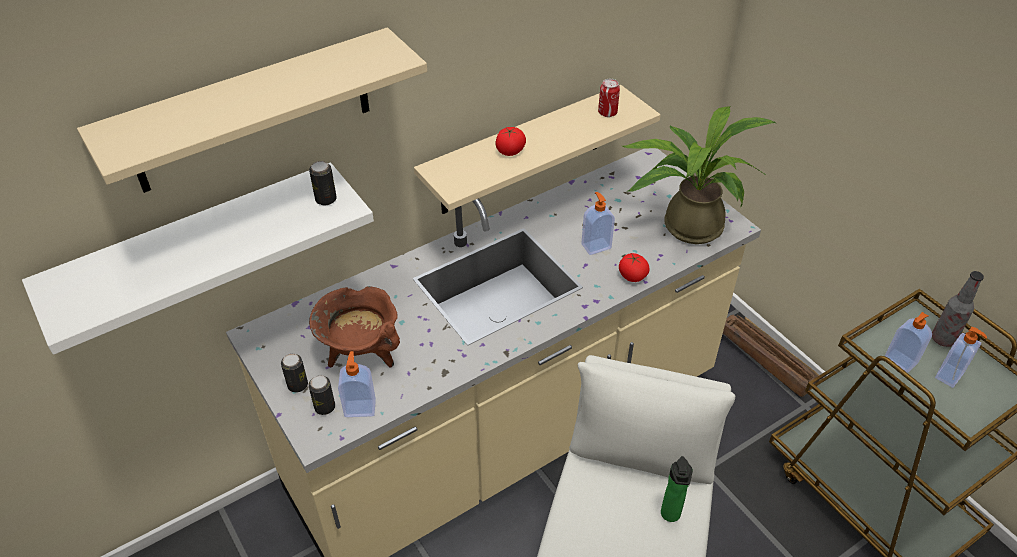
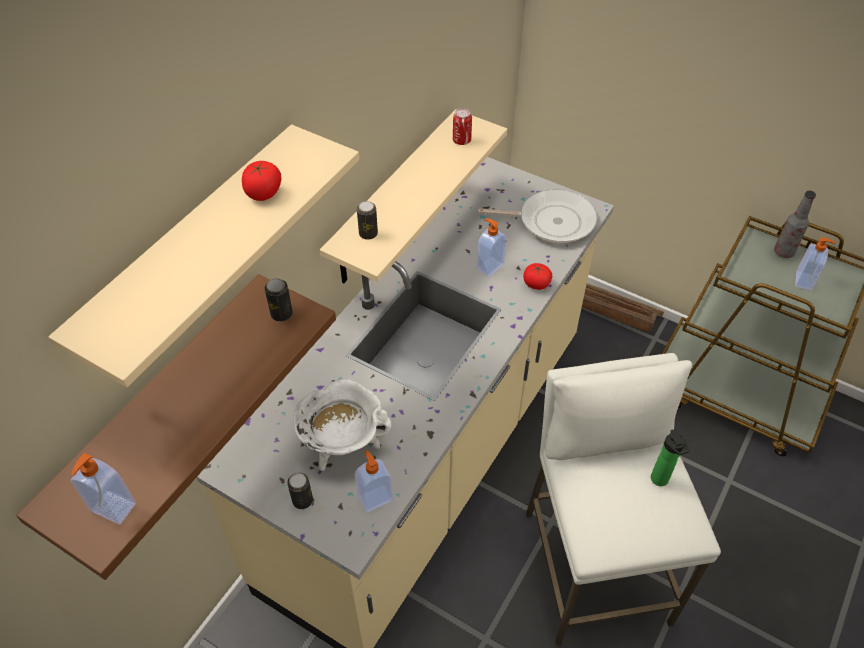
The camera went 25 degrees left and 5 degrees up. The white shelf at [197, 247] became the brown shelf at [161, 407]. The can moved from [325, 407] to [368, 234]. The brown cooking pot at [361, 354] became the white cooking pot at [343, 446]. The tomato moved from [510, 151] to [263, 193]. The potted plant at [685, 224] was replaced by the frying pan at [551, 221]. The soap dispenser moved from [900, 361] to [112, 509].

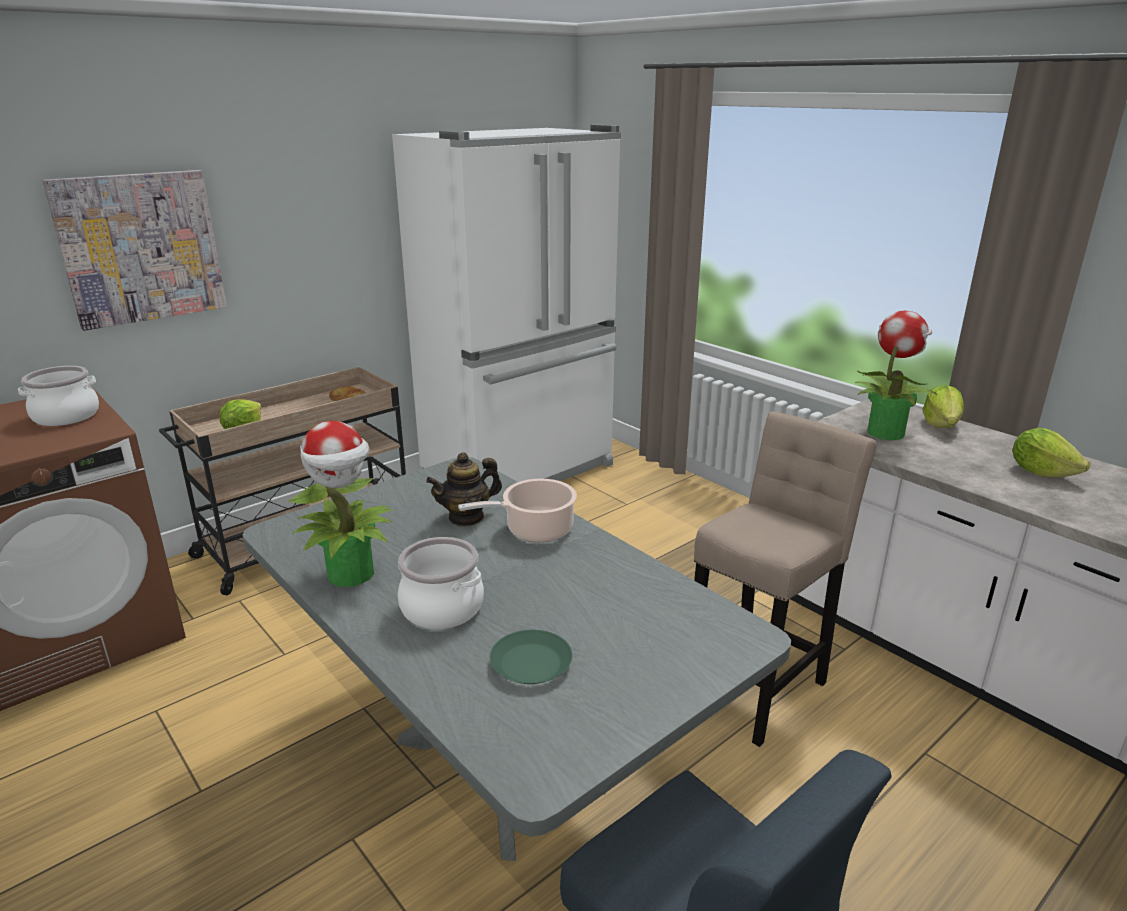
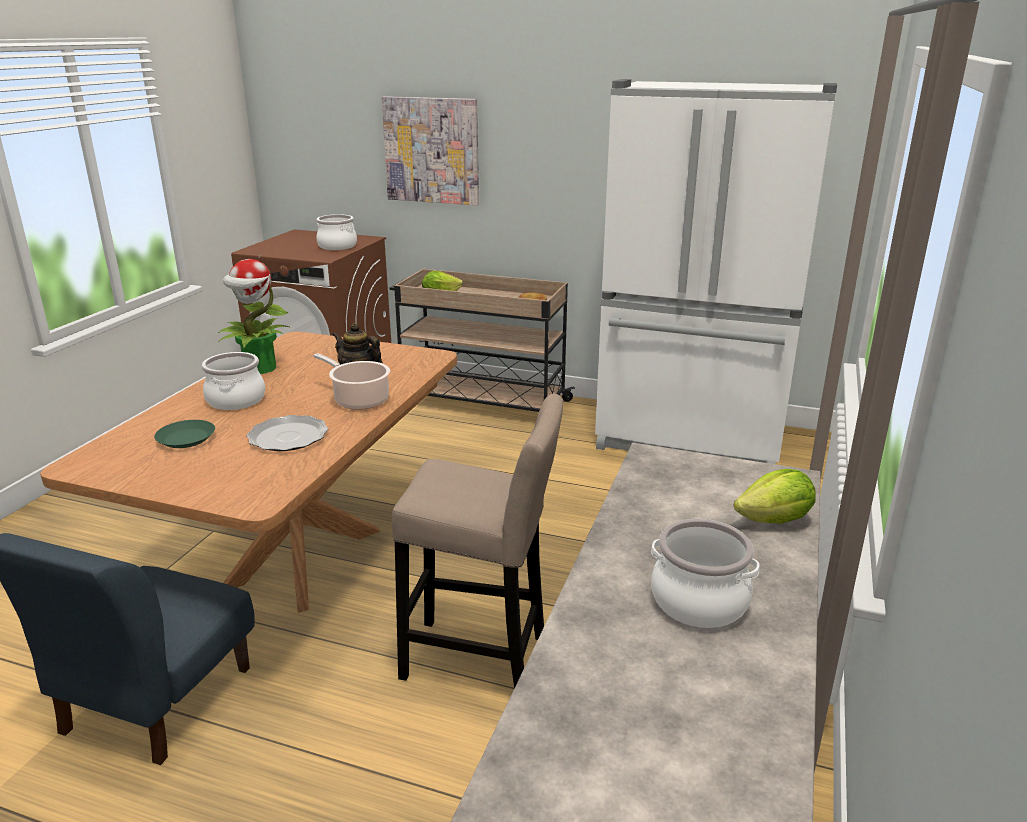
The camera went 60 degrees right and 0 degrees up. The grey dining table at [497, 765] became the brown dining table at [301, 558]. The potted plant at [885, 432] disappeared. The lettuce at [1041, 472] was replaced by the cooking pot at [699, 601]. The plate at [289, 437] appeared.

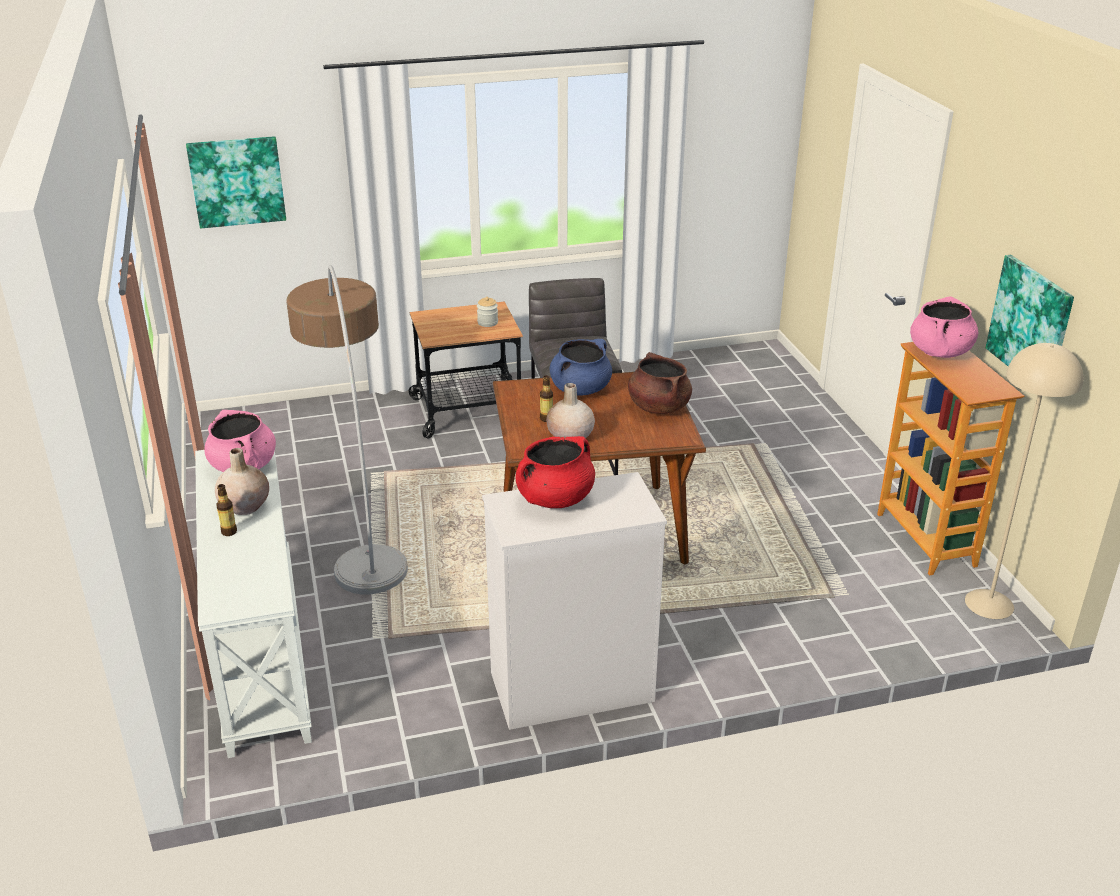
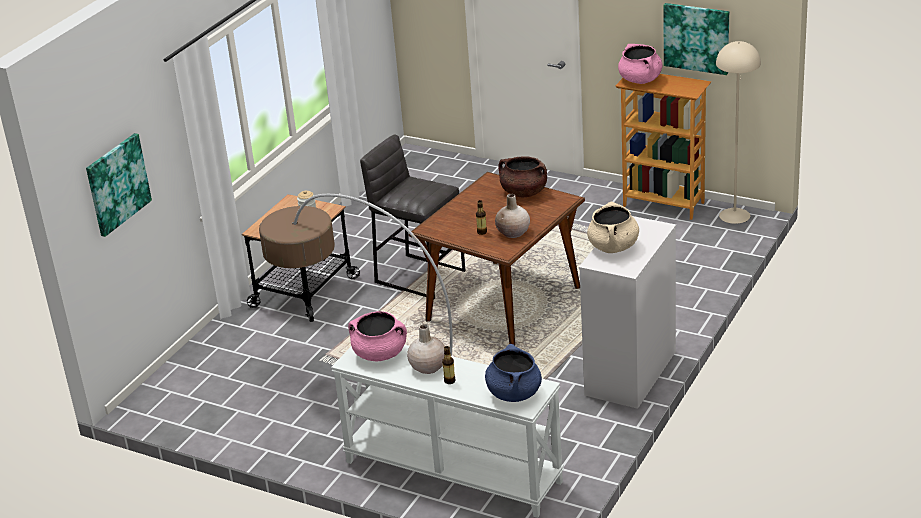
The camera went 45 degrees left and 0 degrees up. The red cooking pot at [555, 499] became the beige cooking pot at [613, 247]. The blue cooking pot moved from [580, 389] to [514, 393].

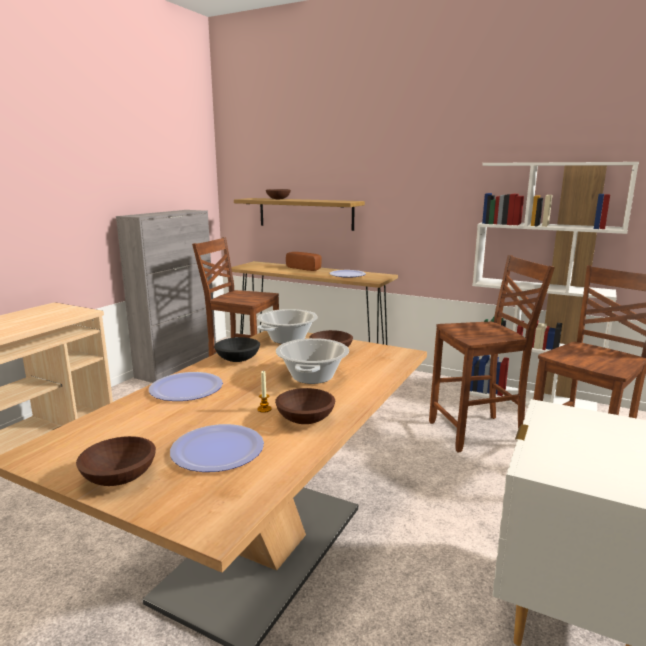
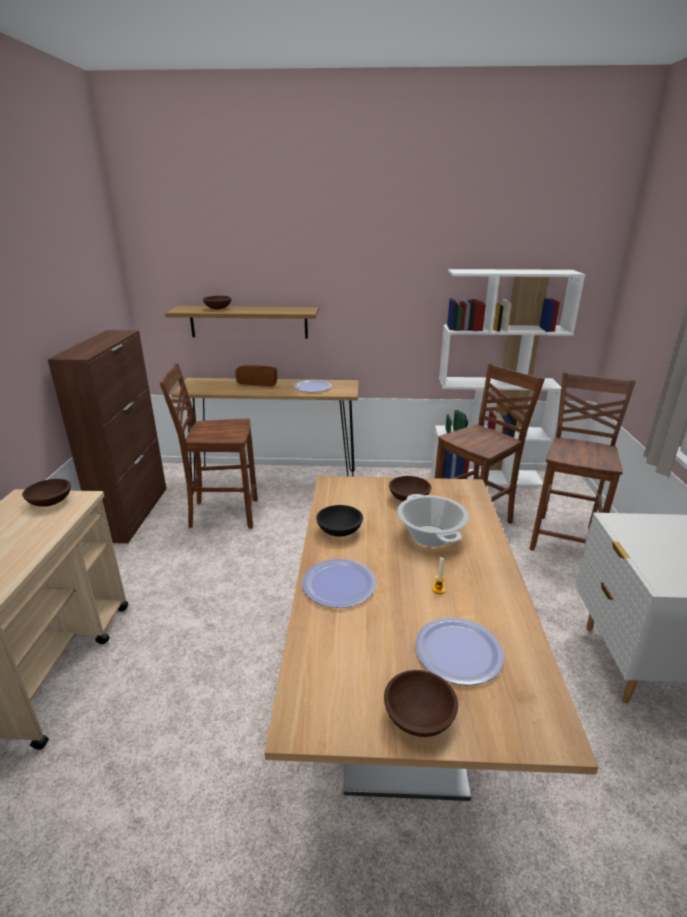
The camera went 25 degrees left and 10 degrees up. The grey cabinet at [178, 365] became the brown cabinet at [134, 513]. The cooking pot at [288, 339] disappeared. The brown bowl moved from [304, 419] to [49, 502].

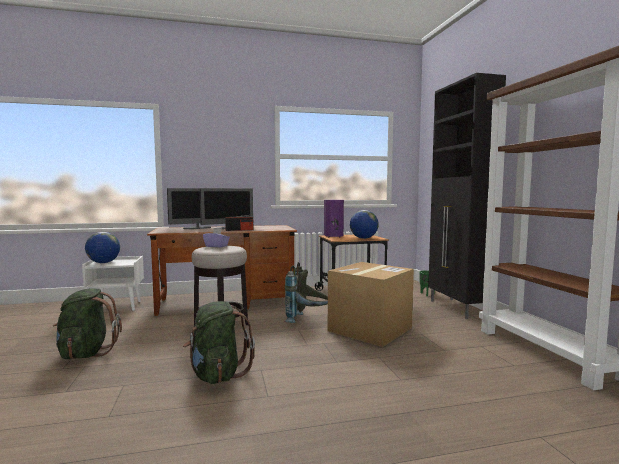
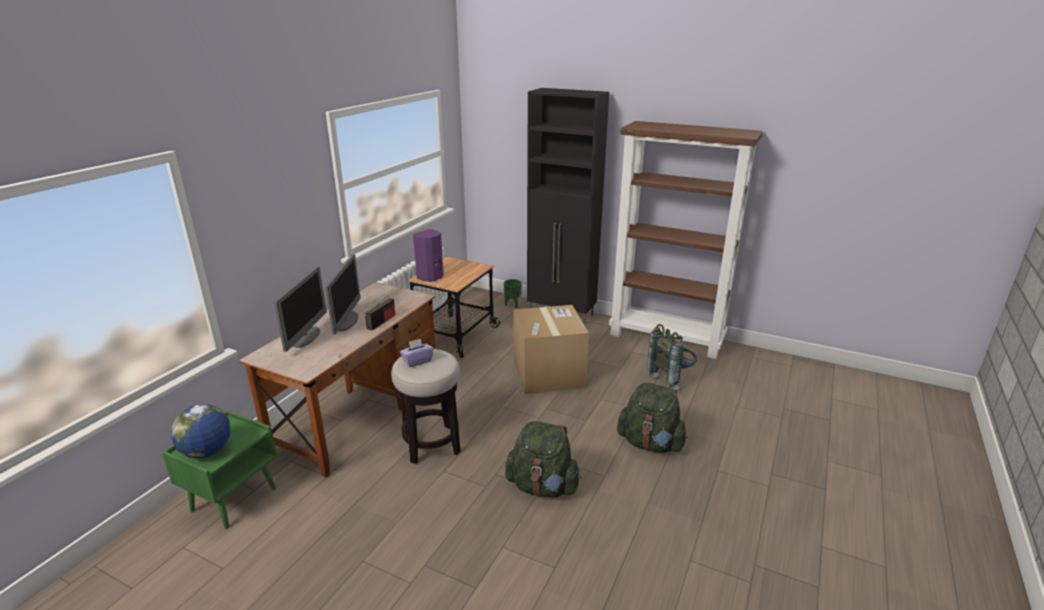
The camera went 50 degrees left and 20 degrees up. The green backpack moved from [86, 353] to [650, 443]. The white nightstand at [117, 307] became the green nightstand at [234, 499]. The grey backpack moved from [308, 320] to [671, 378]. The globe at [363, 238] disappeared.

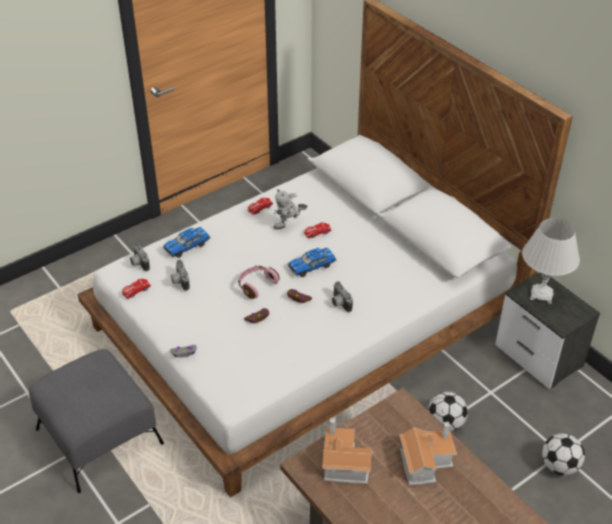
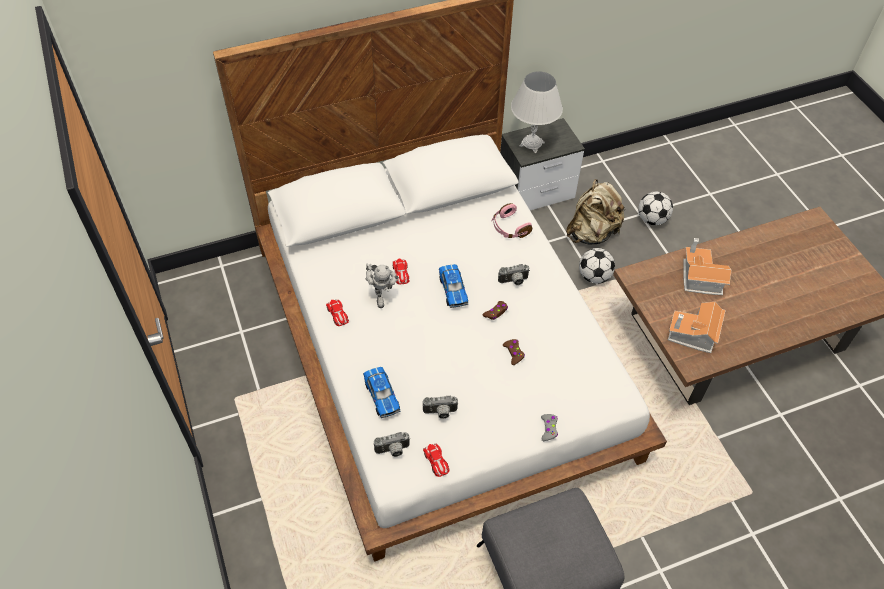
The camera went 75 degrees left and 10 degrees up. The pink headphones moved from [256, 285] to [509, 228]. The beige backpack at [591, 233] appeared.

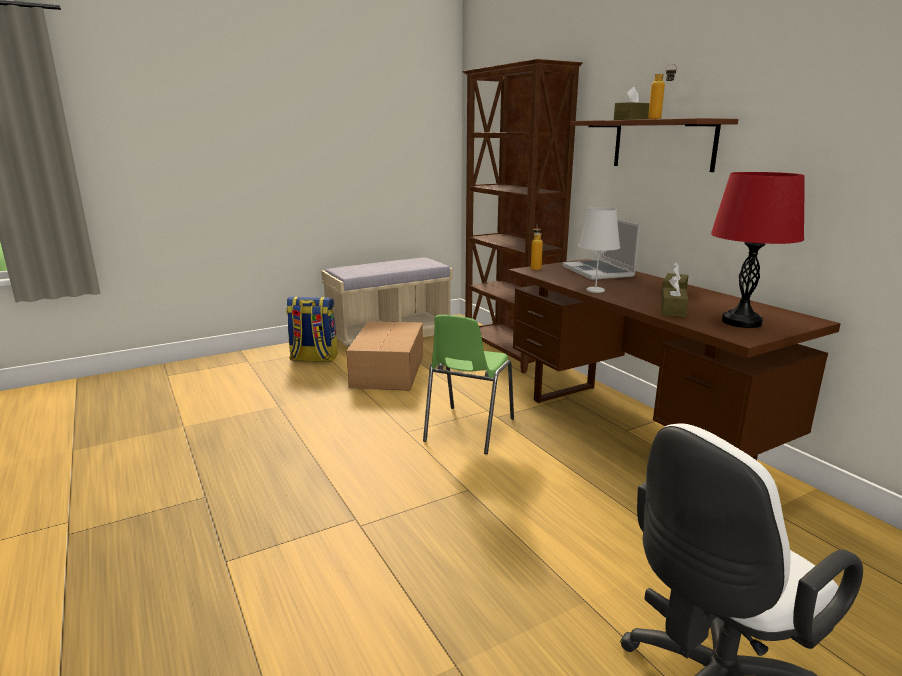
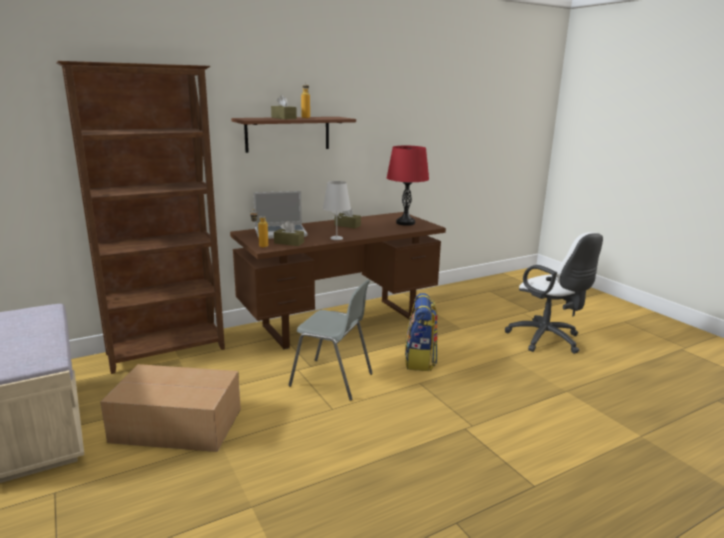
The camera went 90 degrees left and 0 degrees up. The backpack moved from [313, 358] to [420, 360]. The green chair at [468, 430] became the grey chair at [332, 380]. The brown tissue box moved from [673, 310] to [289, 243].

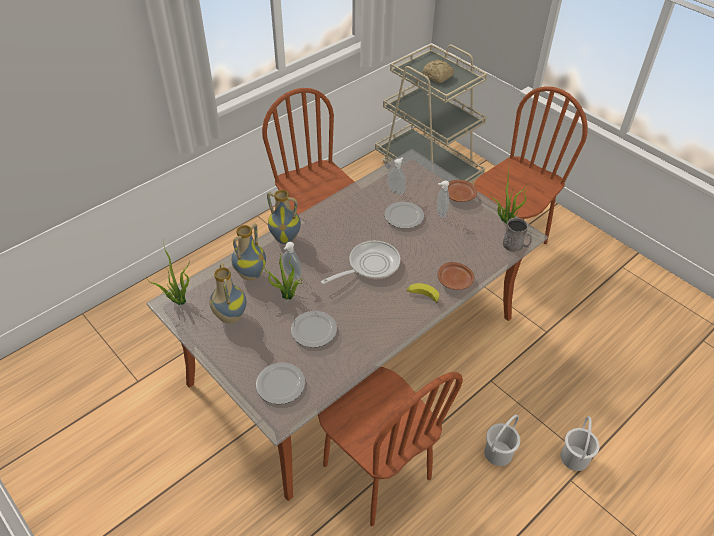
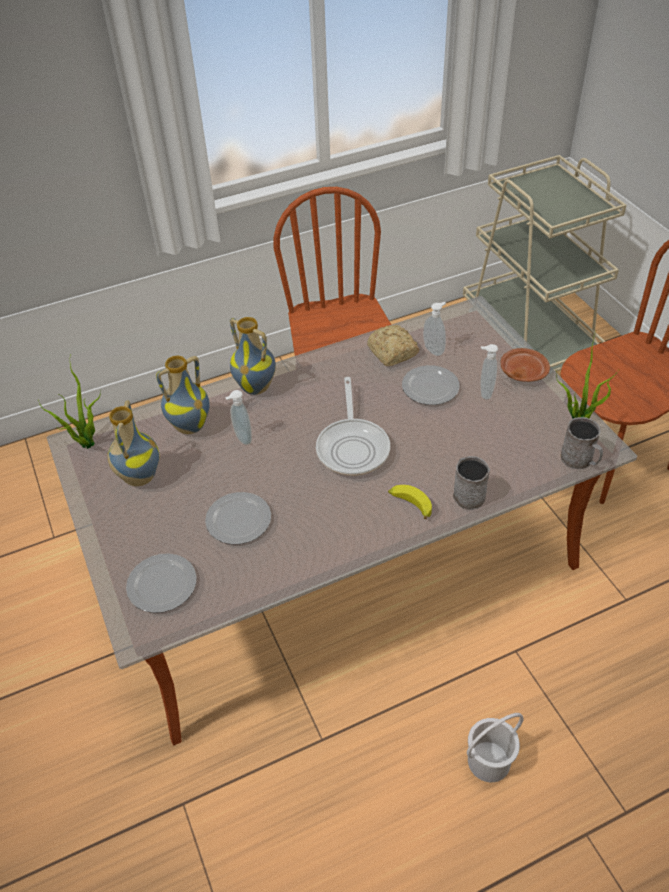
The camera went 20 degrees right and 0 degrees up. The potted plant at [287, 297] disappeared. The brown chair at [376, 472] disappeared. The frying pan at [369, 265] turned 105 degrees clockwise. The bread moved from [437, 76] to [392, 353]. The brown plate at [455, 281] was replaced by the grey mug at [466, 493]. The white bucket at [575, 457] disappeared.

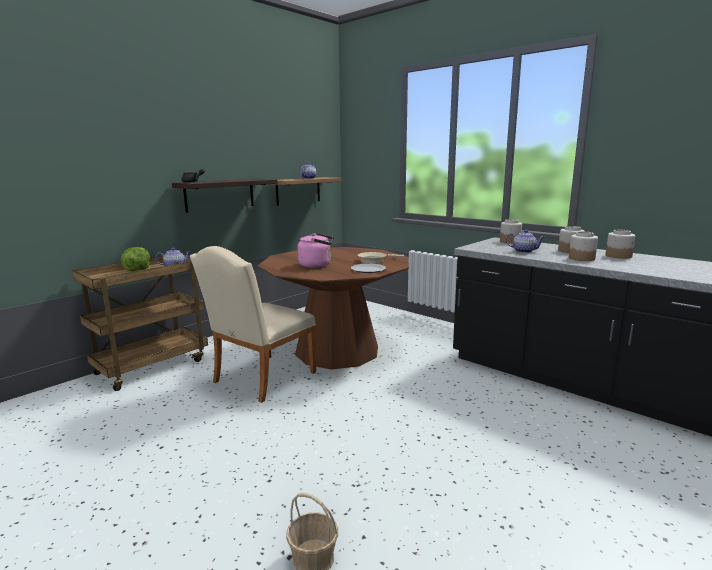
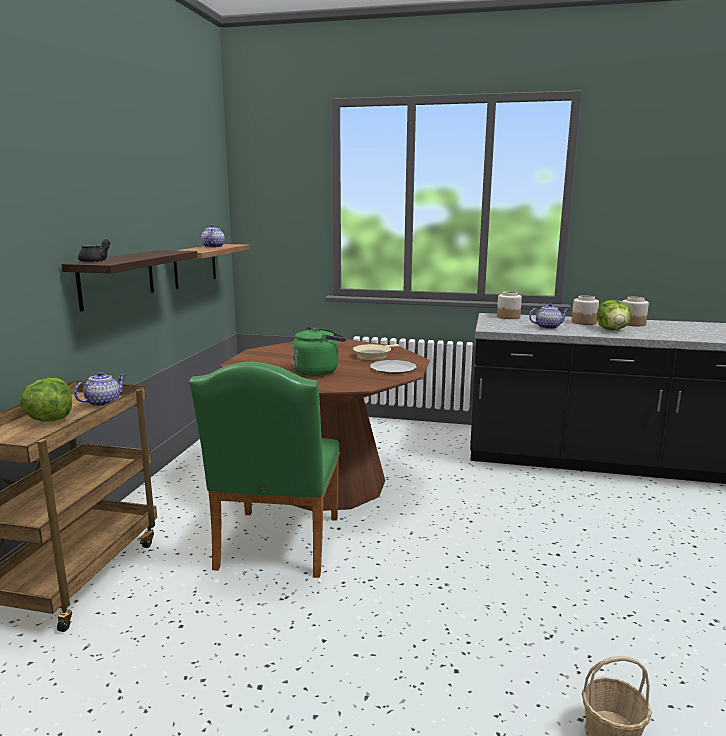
The camera went 30 degrees left and 0 degrees up. The beige chair at [259, 379] became the green chair at [276, 547]. The pink kettle at [317, 265] became the green kettle at [318, 371]. The jar at [582, 258] was replaced by the lettuce at [612, 330].

